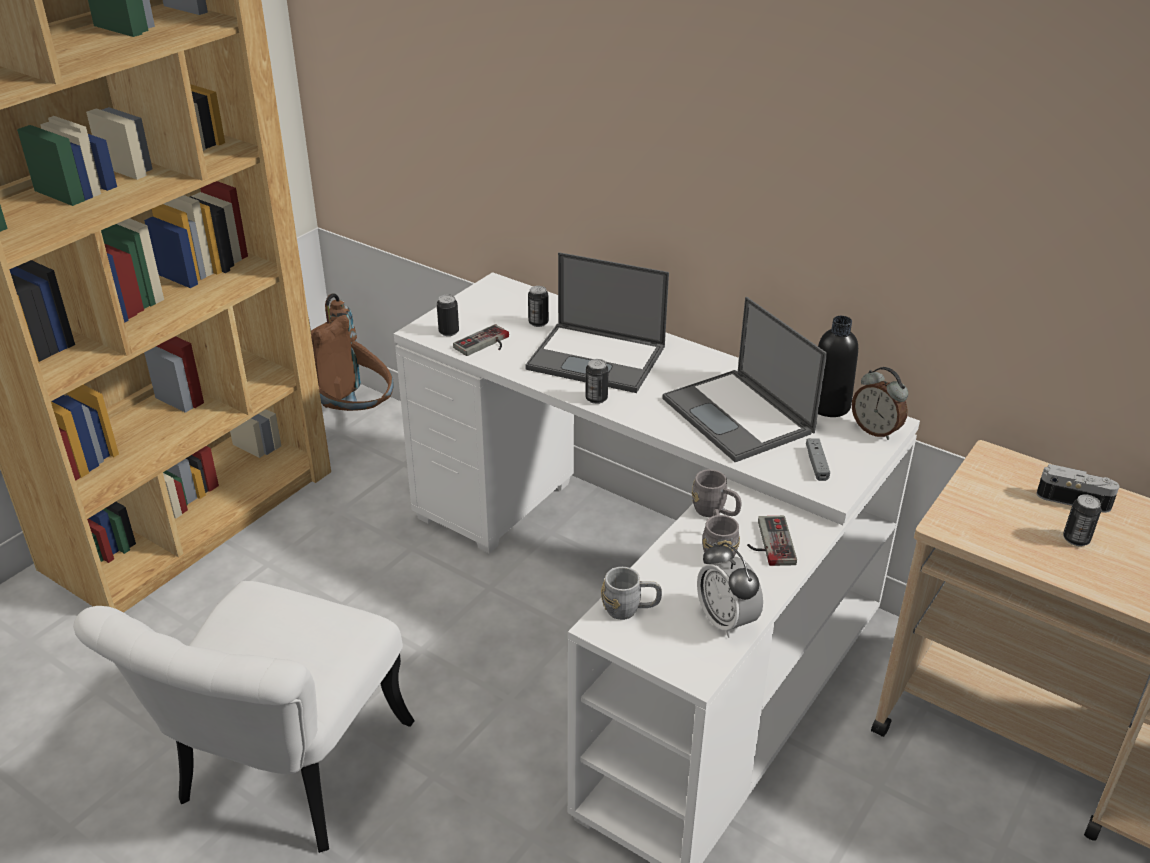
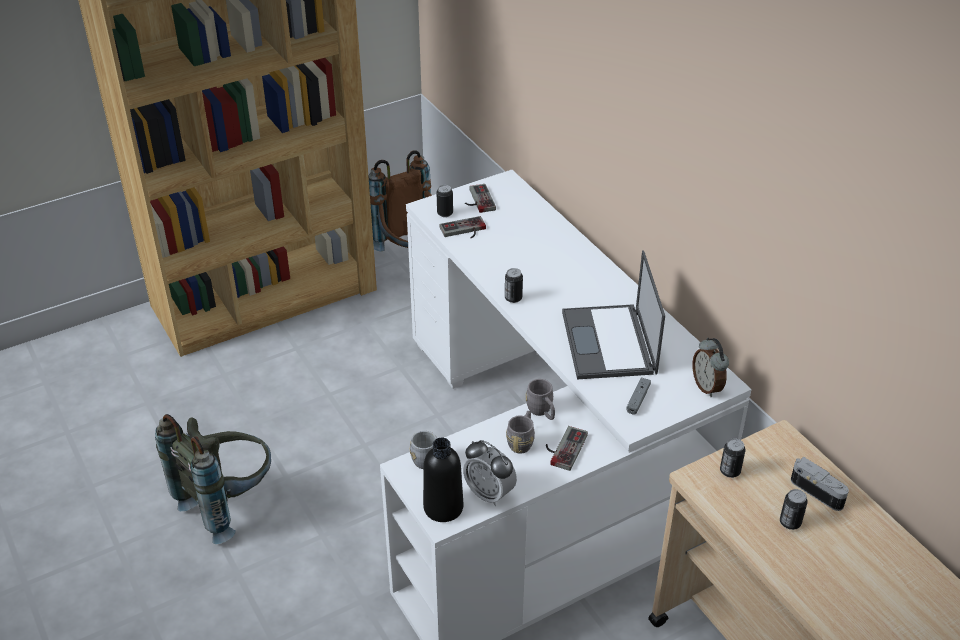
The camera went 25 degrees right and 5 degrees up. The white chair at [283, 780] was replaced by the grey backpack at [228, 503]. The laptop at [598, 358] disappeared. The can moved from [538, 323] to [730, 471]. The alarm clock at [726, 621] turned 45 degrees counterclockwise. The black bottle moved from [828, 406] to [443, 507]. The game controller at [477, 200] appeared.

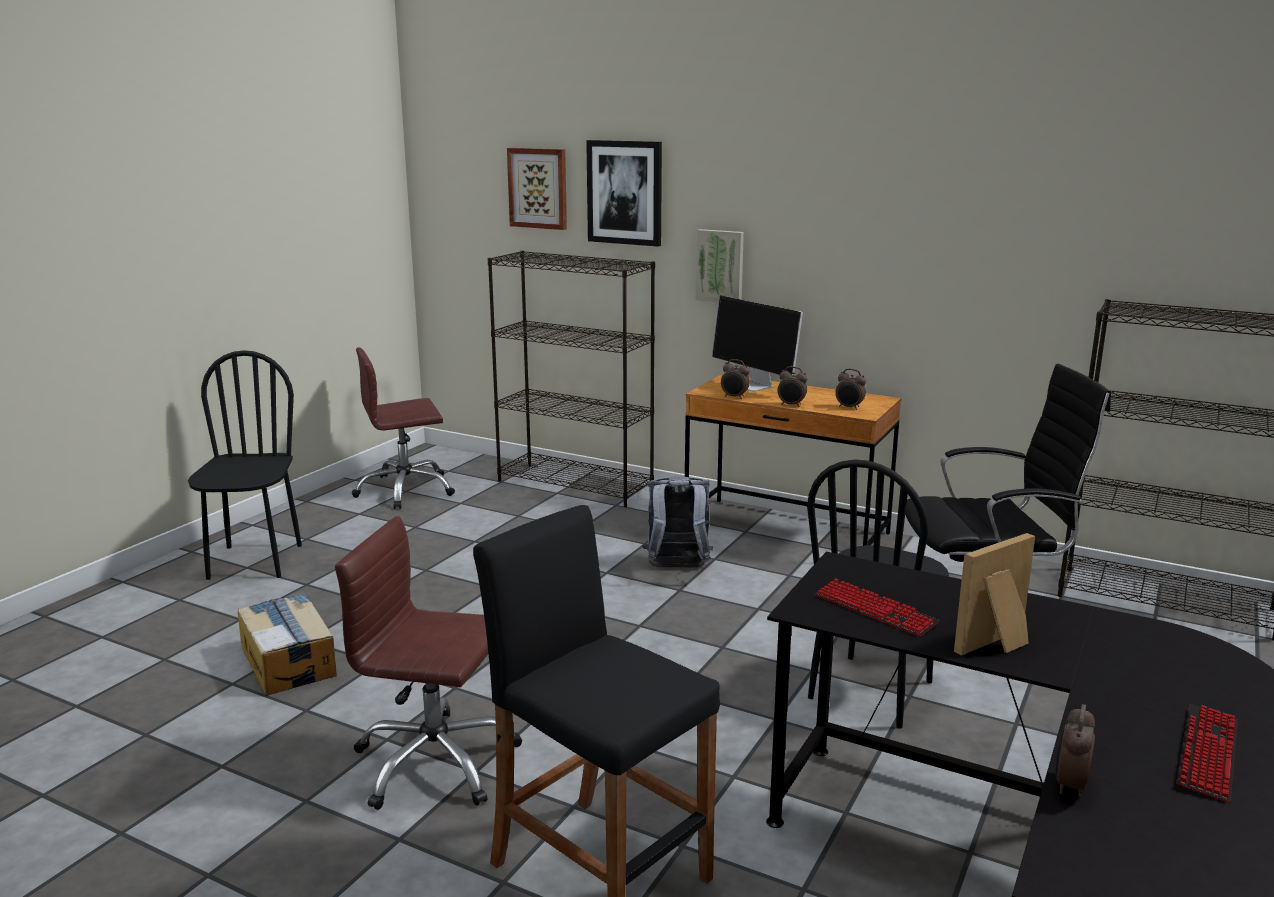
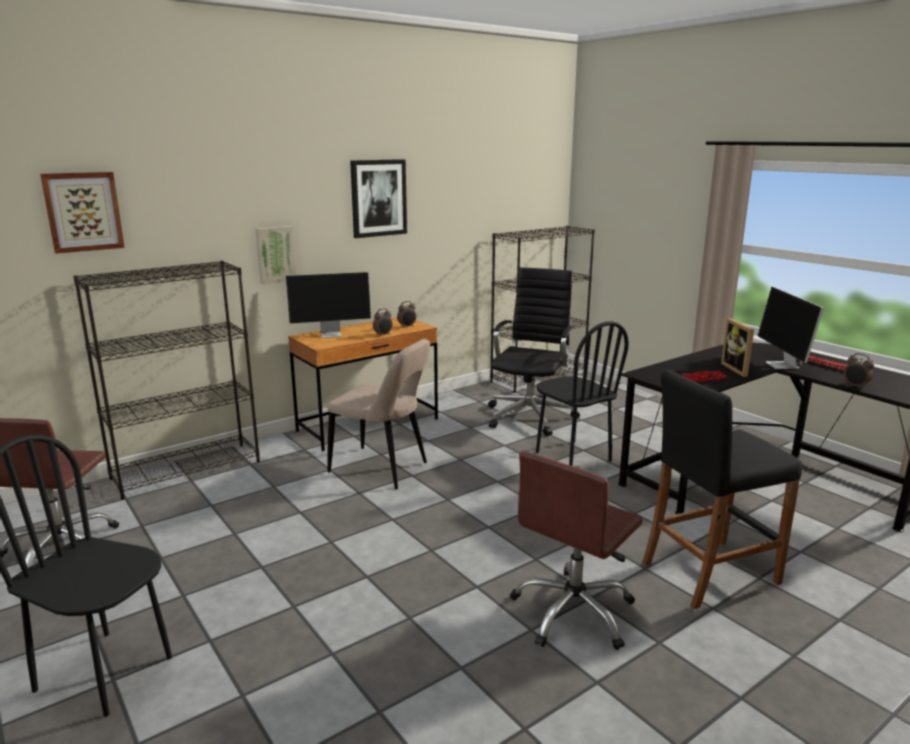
The camera went 65 degrees left and 0 degrees up. The cardboard box at [289, 661] disappeared. The picture moved from [625, 192] to [378, 198]. The grey backpack at [677, 569] was replaced by the beige chair at [382, 469]. The alarm clock at [734, 397] disappeared. The monitor at [783, 365] appeared.

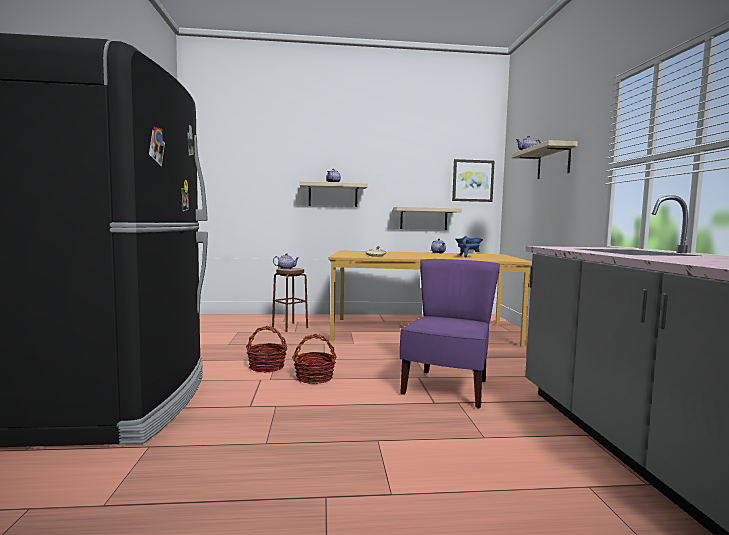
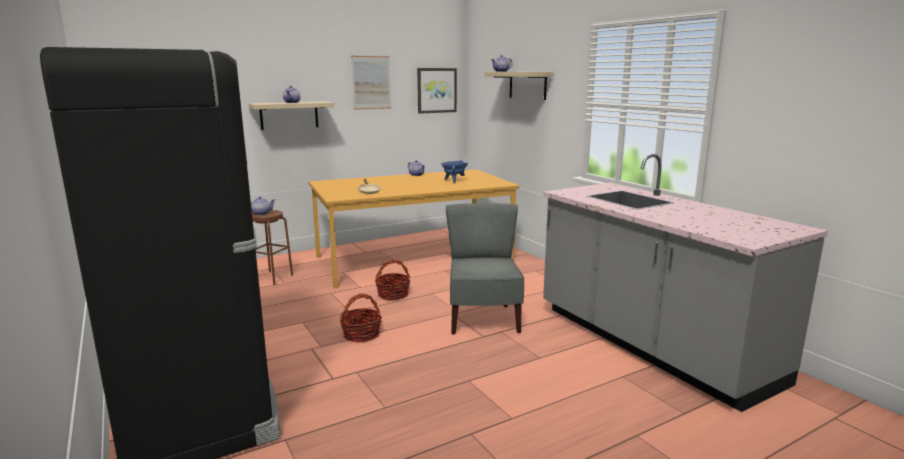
The camera went 25 degrees left and 10 degrees up. The basket moved from [267, 367] to [393, 294]. The shelf at [423, 218] disappeared. The purple chair at [447, 388] became the grey chair at [483, 319]. The picture at [371, 82] appeared.

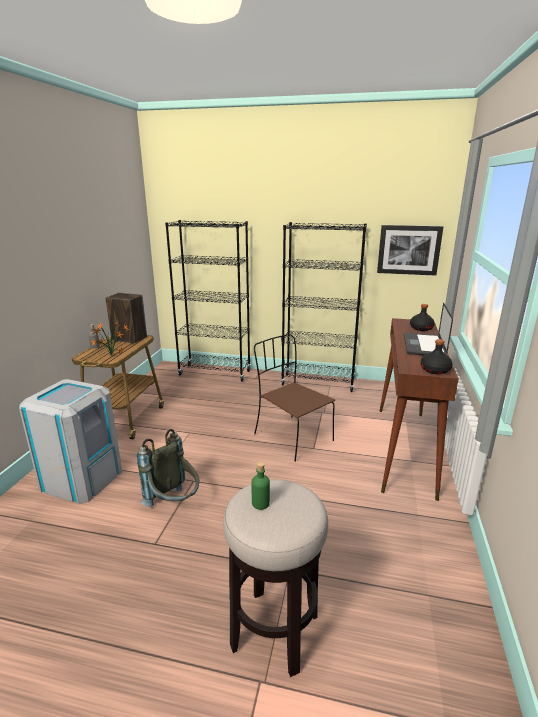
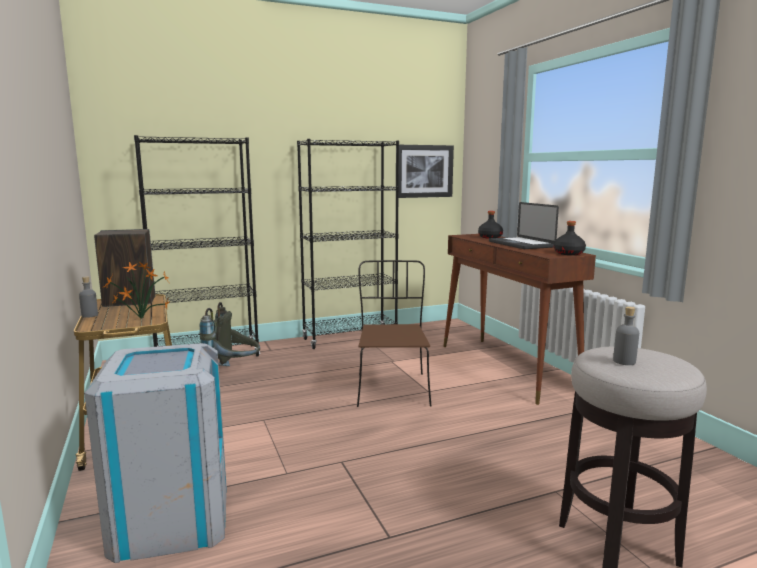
The camera went 35 degrees left and 10 degrees down. The grey backpack moved from [174, 504] to [233, 373]. The green bottle at [260, 503] became the grey bottle at [624, 361]. The brown chair at [291, 437] turned 75 degrees clockwise.

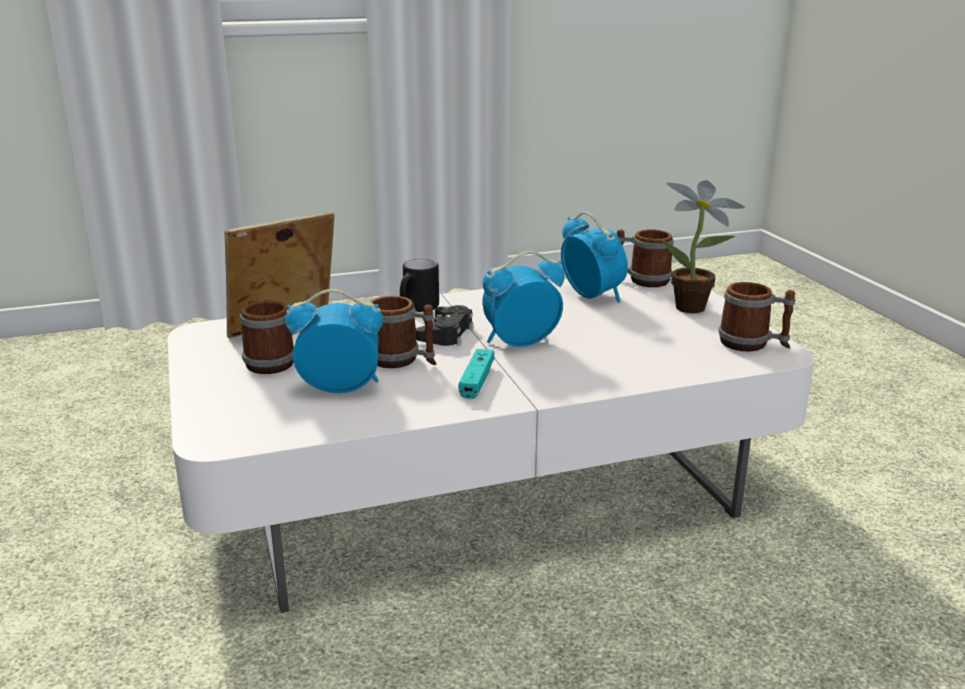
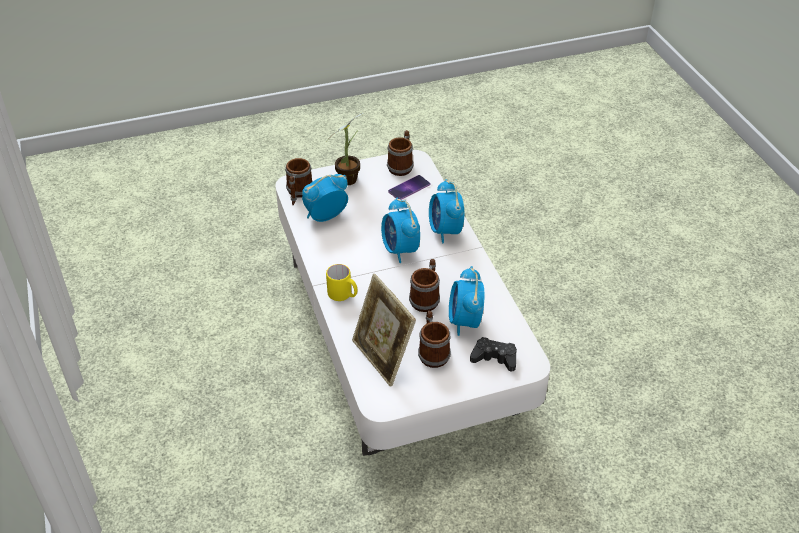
The camera went 90 degrees left and 20 degrees up. The black mug at [417, 309] became the yellow mug at [343, 295]. The black game controller moved from [446, 333] to [494, 358]. The turquoise game controller at [477, 381] disappeared. The phone at [409, 188] appeared. The alarm clock at [445, 231] appeared.

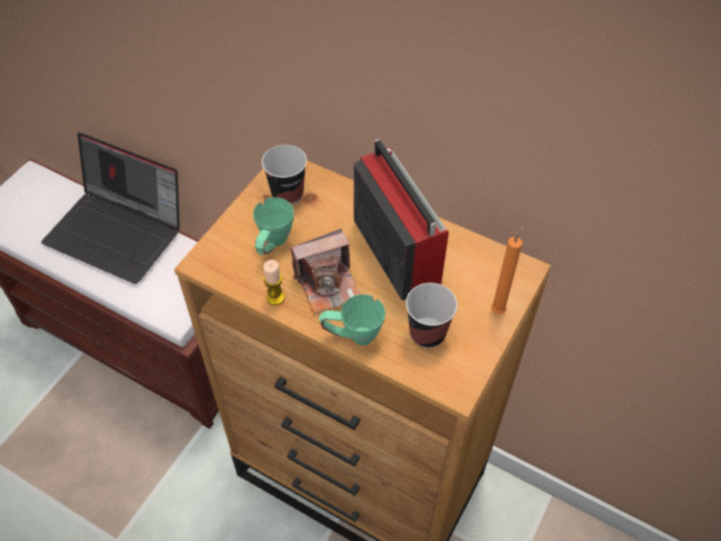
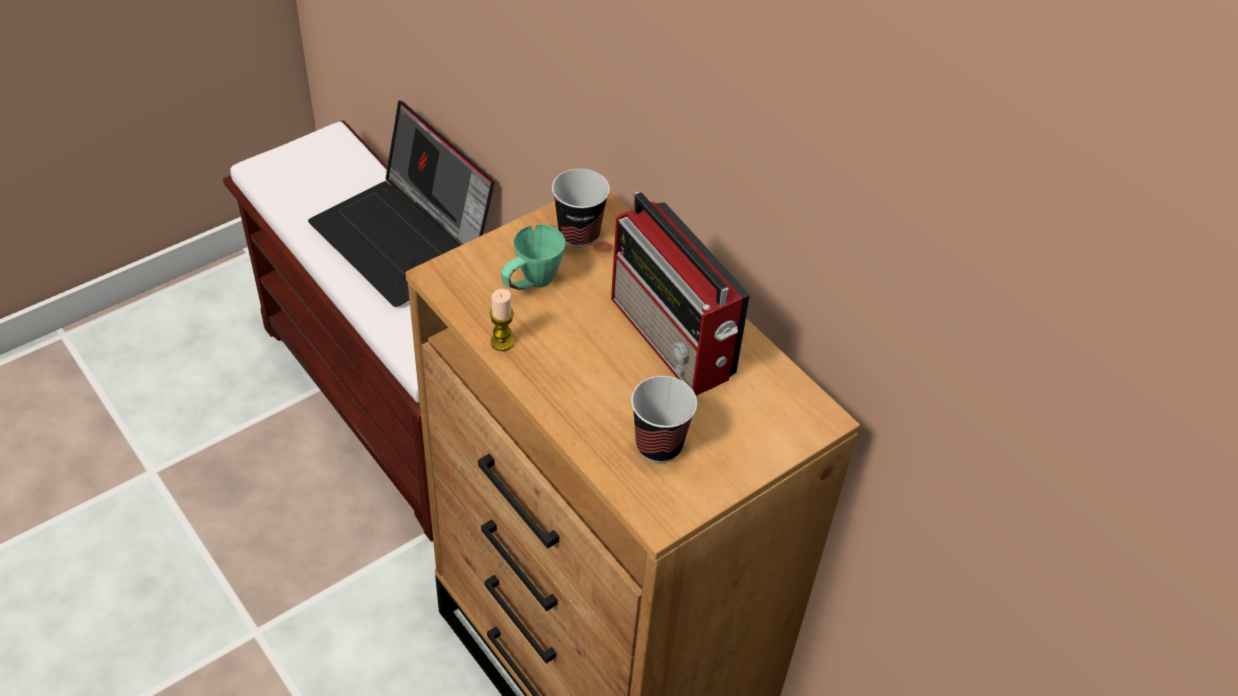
The camera went 20 degrees right and 5 degrees down. The photo camera at [328, 284] disappeared. The green mug at [352, 336] disappeared. The radio at [395, 250] turned 150 degrees clockwise. The orange candle at [499, 309] disappeared.

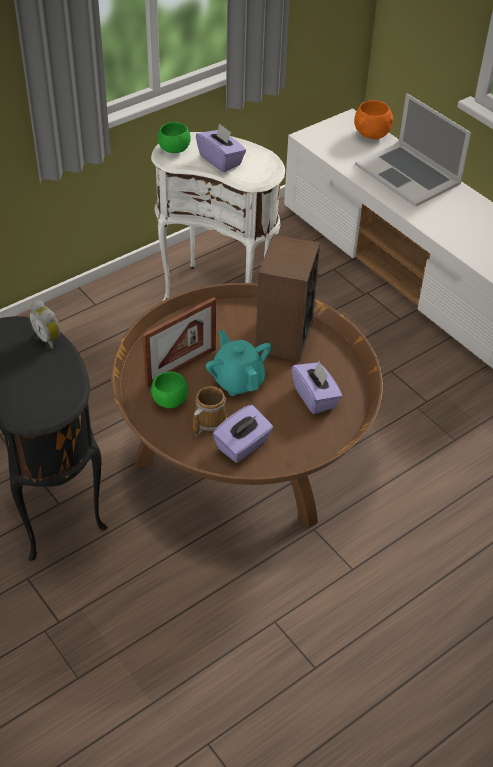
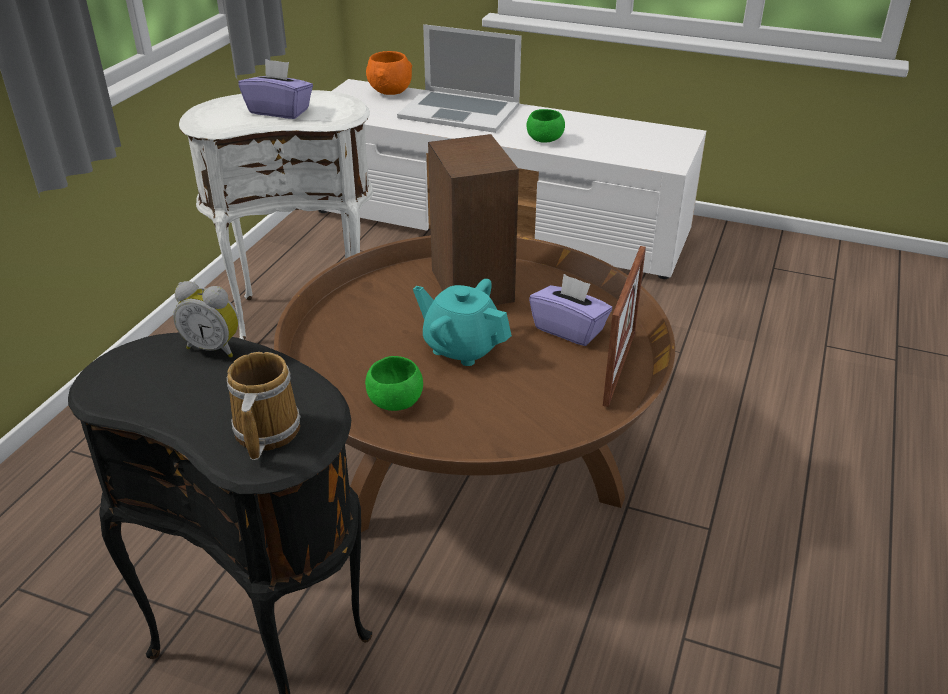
The camera went 30 degrees left and 10 degrees down. The picture frame moved from [181, 367] to [619, 367]. The green bowl moved from [174, 149] to [544, 139]. The mug moved from [208, 422] to [263, 432]. The purple tissue box at [243, 446] disappeared.

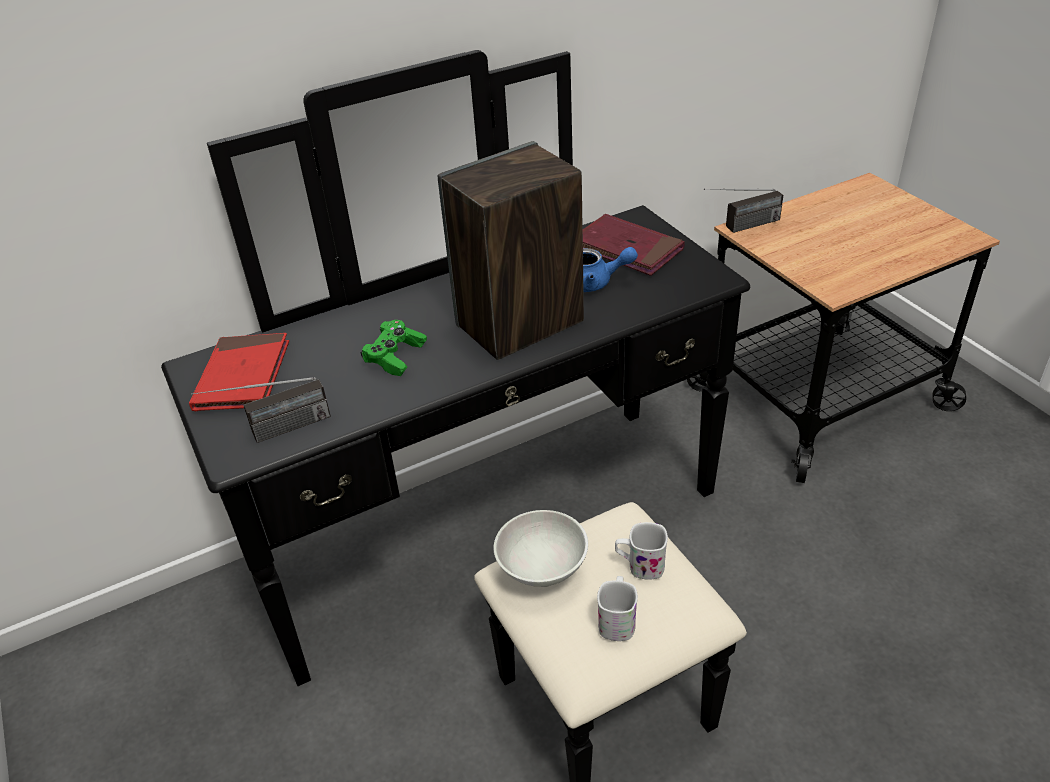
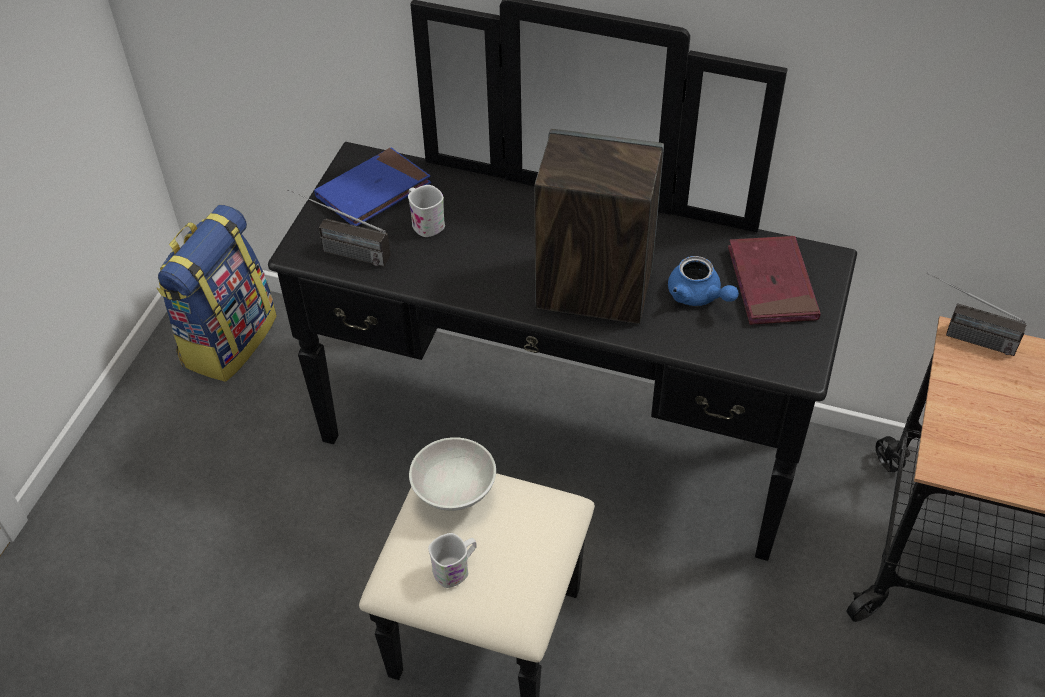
The camera went 45 degrees right and 10 degrees up. The red book at [243, 376] became the blue book at [373, 191]. The green game controller at [395, 356] disappeared. The white mug moved from [640, 565] to [425, 222]. The backpack at [228, 339] appeared.

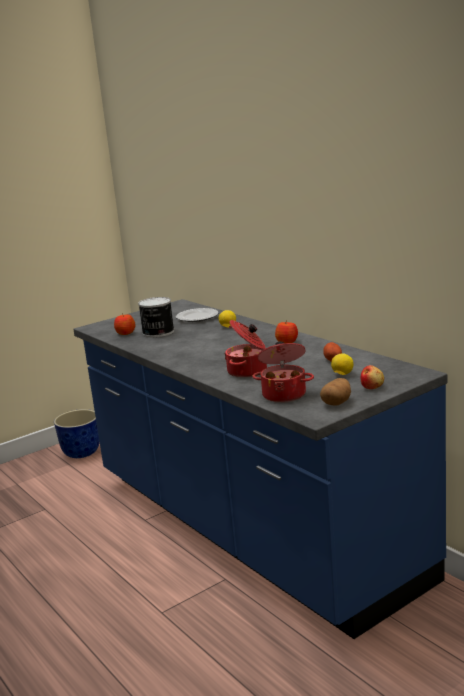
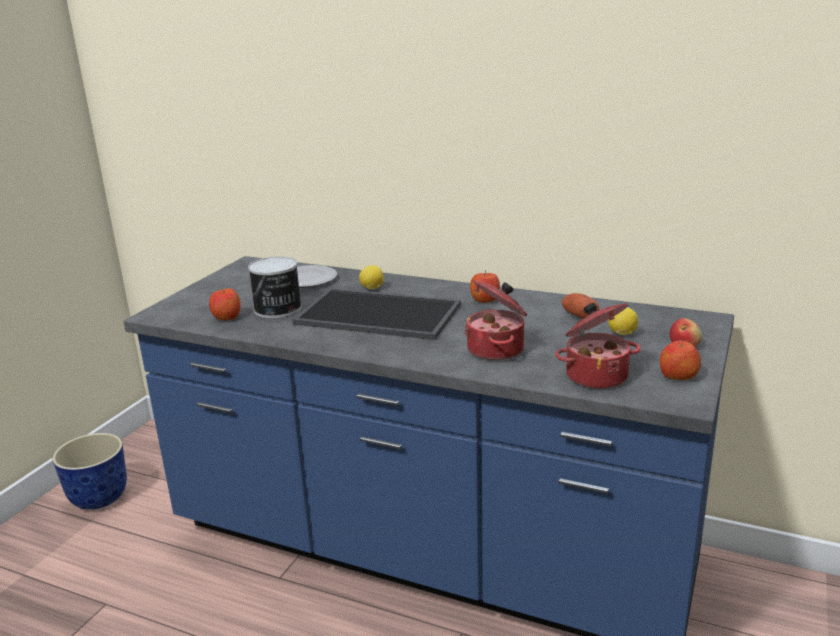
The camera went 30 degrees left and 5 degrees up. The potato at [337, 403] was replaced by the apple at [678, 375]. The tray at [376, 315] appeared.

